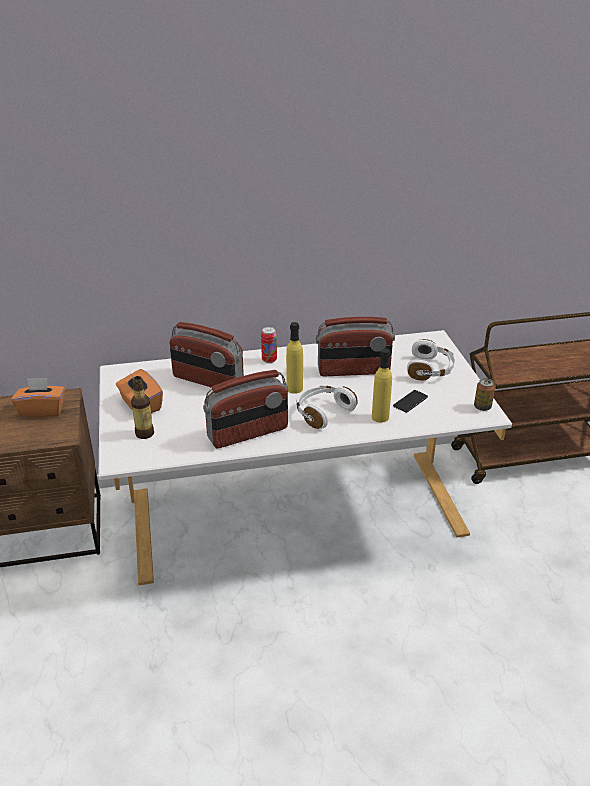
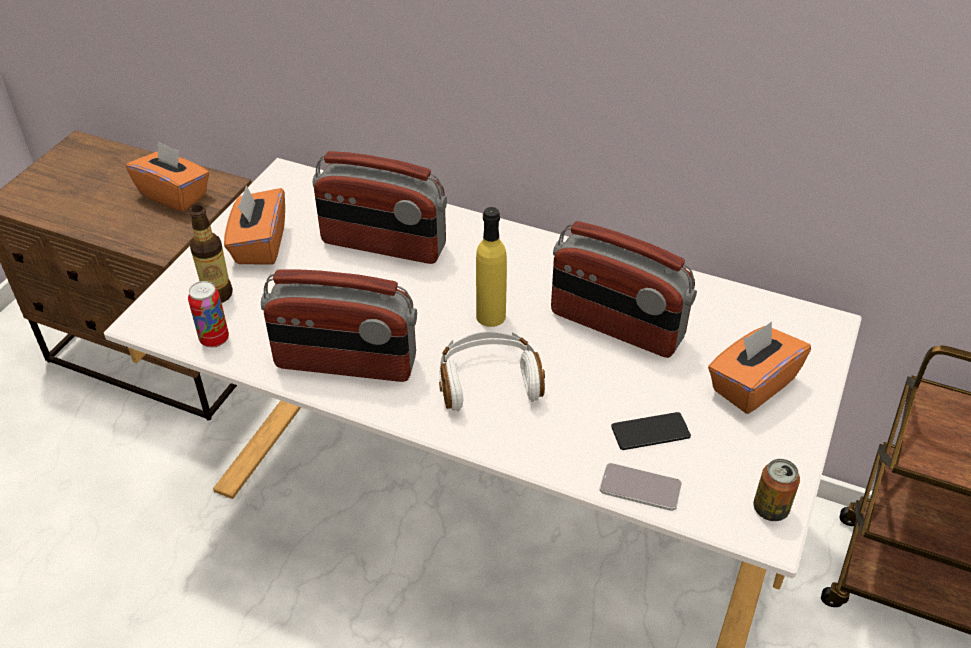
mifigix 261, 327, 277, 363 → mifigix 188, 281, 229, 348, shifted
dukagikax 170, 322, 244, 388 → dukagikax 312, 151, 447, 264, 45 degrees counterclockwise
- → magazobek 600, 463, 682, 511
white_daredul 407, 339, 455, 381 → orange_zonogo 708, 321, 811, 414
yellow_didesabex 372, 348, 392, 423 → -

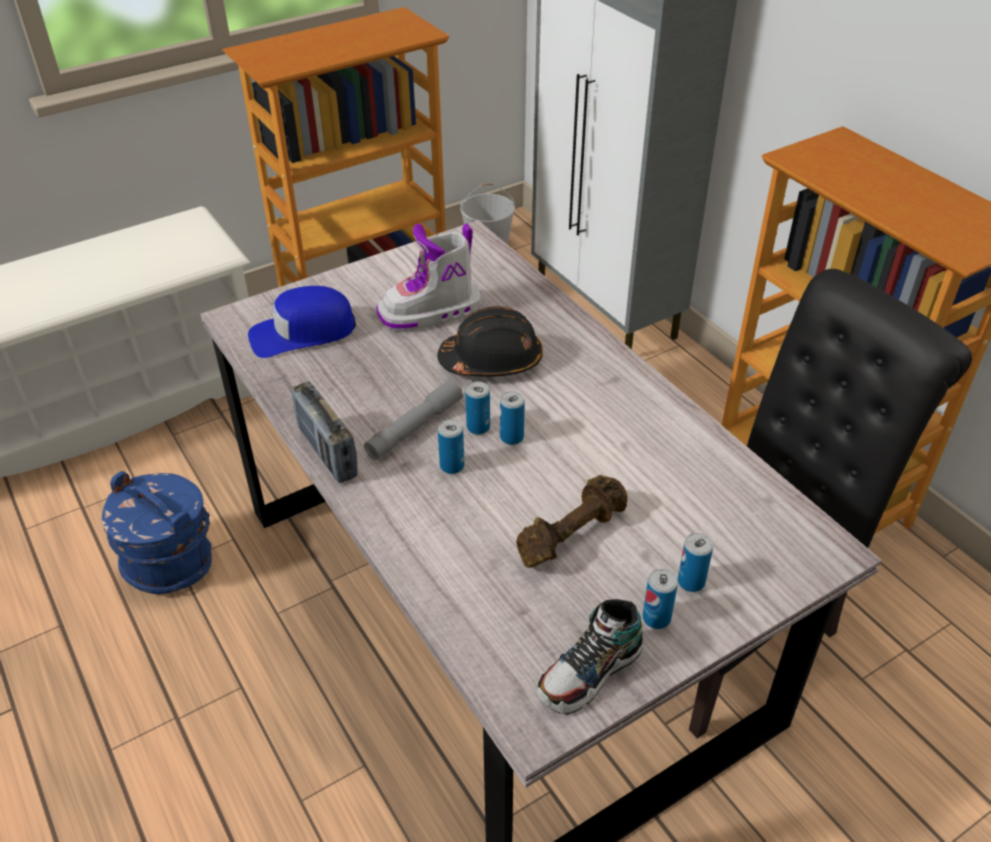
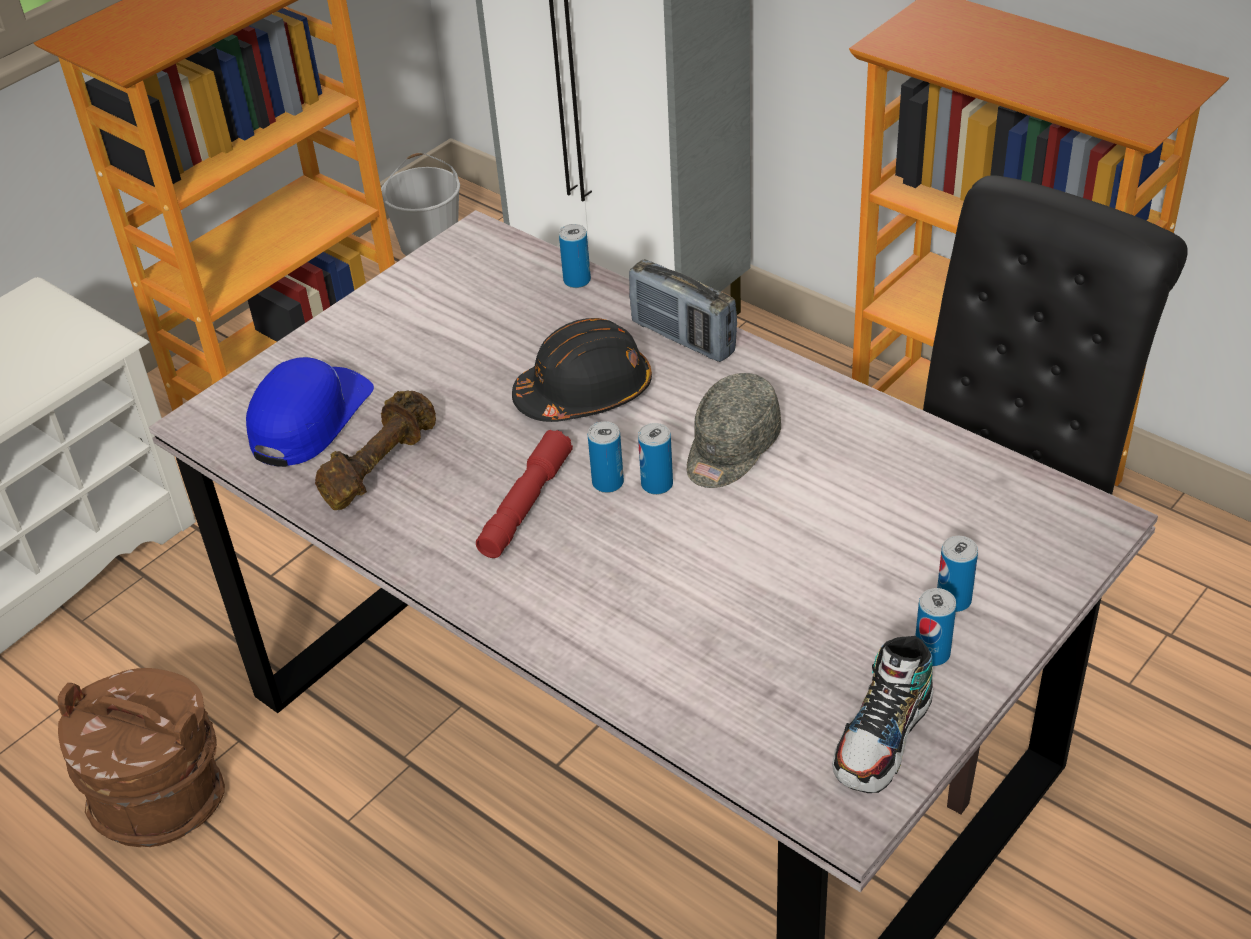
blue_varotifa 102, 471, 212, 594 → brown_varotifa 58, 668, 225, 847
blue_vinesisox 248, 286, 356, 358 → blue_vinesisox 246, 357, 374, 467, 150 degrees clockwise
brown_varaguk 516, 475, 627, 568 → brown_varaguk 315, 391, 436, 510, shifted
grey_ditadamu 364, 379, 463, 460 → red_ditadamu 476, 430, 573, 558
mifigix 438, 419, 464, 474 → mifigix 559, 224, 591, 288, shifted
dukagikax 291, 382, 358, 483 → dukagikax 629, 259, 737, 362, shifted
- → grey_vinesisox 687, 373, 781, 488
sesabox 376, 223, 482, 331 → -

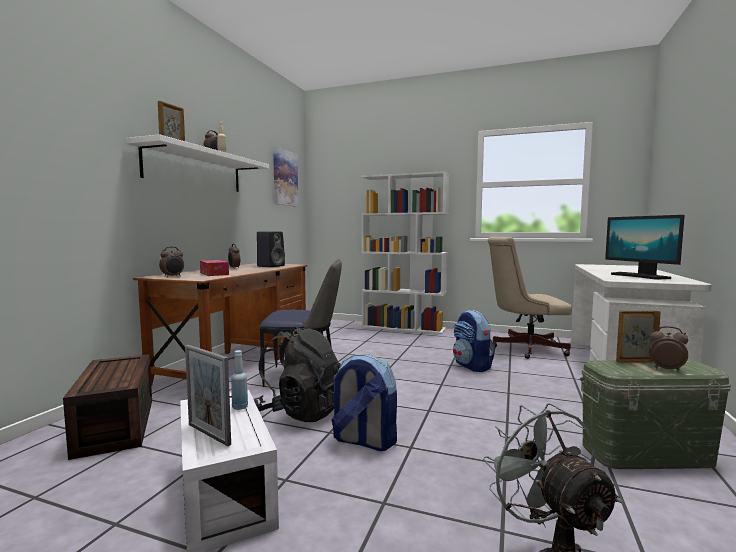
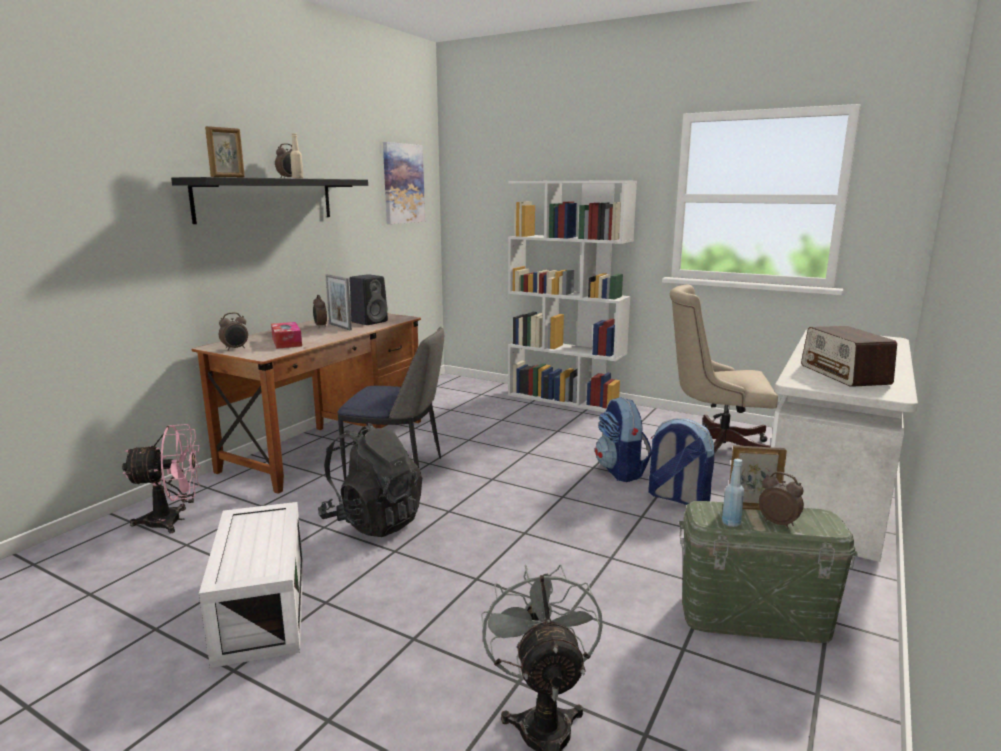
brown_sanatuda 63, 354, 152, 460 → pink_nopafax 122, 424, 201, 533
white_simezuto 126, 134, 269, 192 → black_simezuto 171, 177, 368, 224
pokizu 185, 345, 231, 446 → pokizu 325, 274, 352, 330, shifted
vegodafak 331, 354, 397, 451 → vegodafak 648, 419, 714, 505, shifted
blue_didesabex 231, 350, 248, 410 → blue_didesabex 722, 459, 744, 527, shifted
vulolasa 605, 215, 685, 280 → dukagikax 801, 326, 897, 387

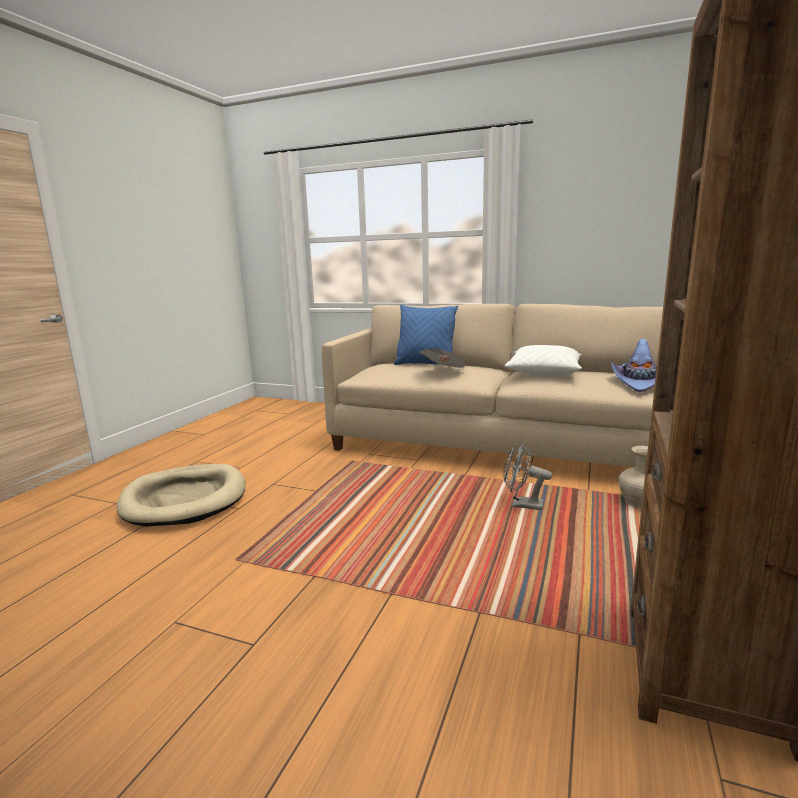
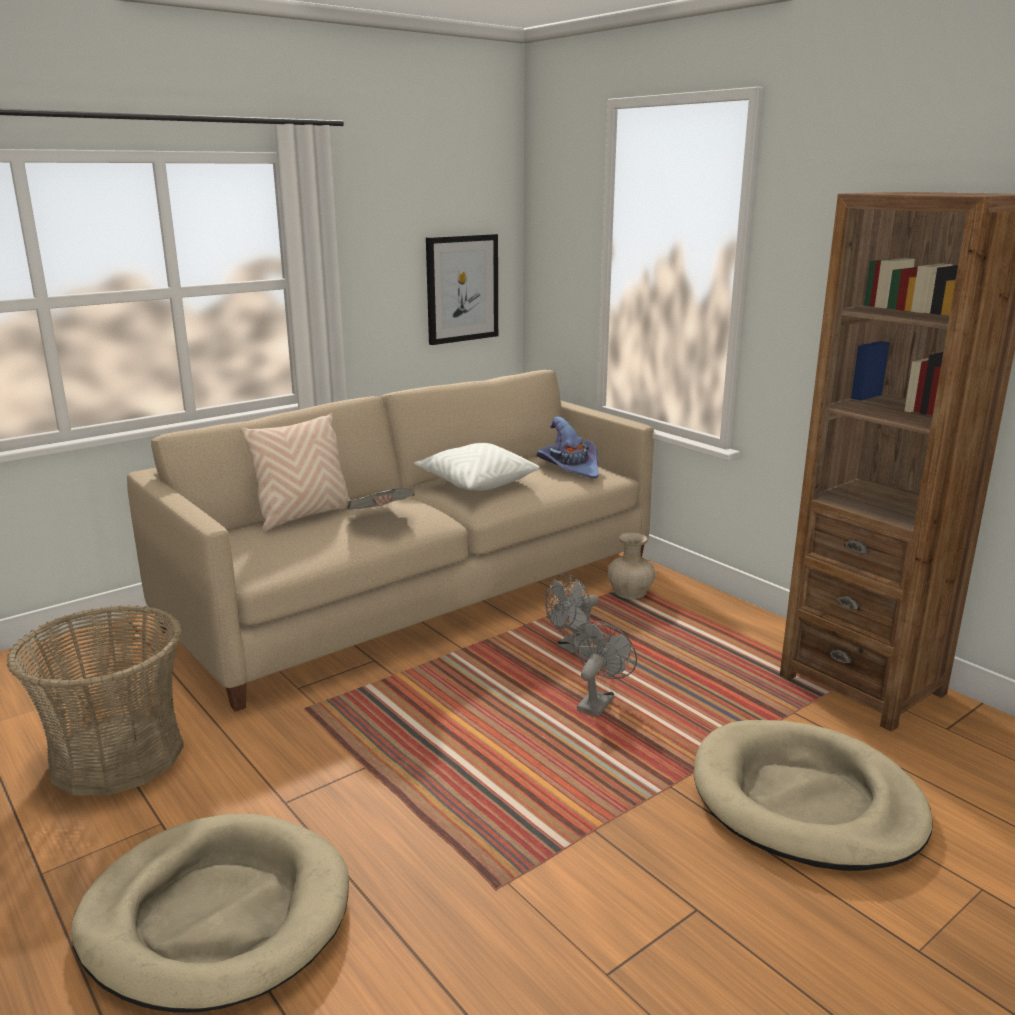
- → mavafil 7, 605, 184, 796
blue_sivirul 394, 304, 458, 365 → beige_sivirul 241, 413, 351, 531
- → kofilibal 426, 234, 498, 345
- → grey_nopafax 573, 621, 637, 717
- → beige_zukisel 694, 720, 933, 871

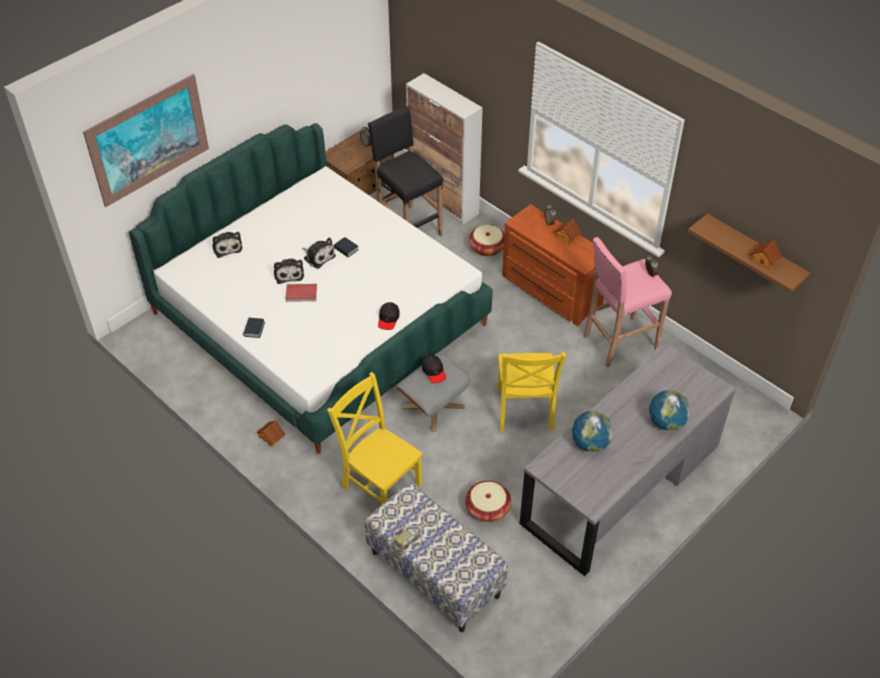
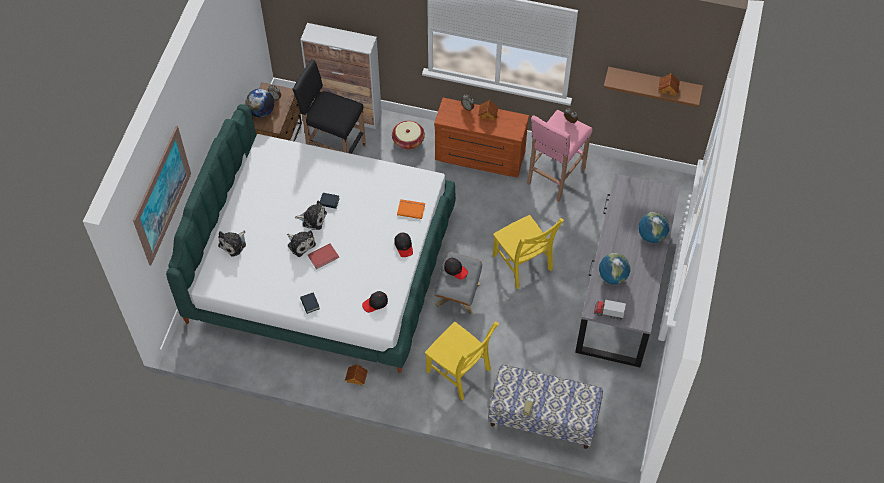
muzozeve 212, 232, 243, 258 → muzozeve 218, 231, 246, 257, 90 degrees clockwise
- → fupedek 245, 89, 274, 117
- → black_vinesisox 362, 291, 388, 313
- → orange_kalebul 397, 199, 425, 219
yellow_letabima 327, 372, 423, 505 → yellow_letabima 425, 321, 499, 400, 150 degrees counterclockwise
- → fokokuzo 594, 300, 626, 320
mavafil 465, 481, 511, 522 → -

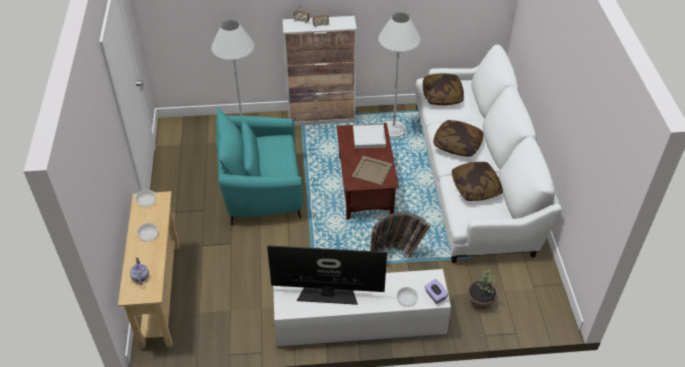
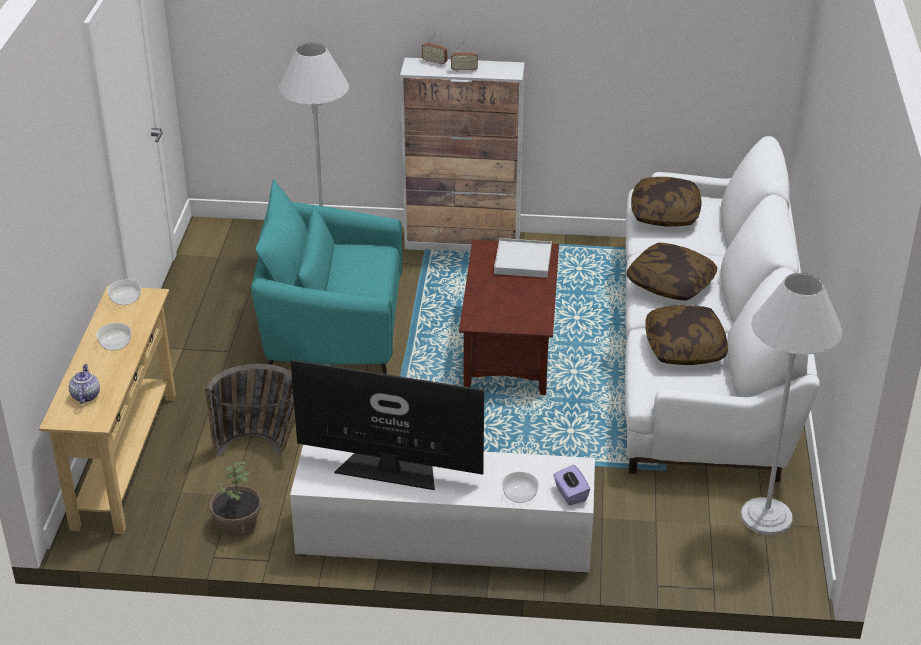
mavafil 370, 212, 430, 258 → mavafil 205, 364, 295, 457, shifted
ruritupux 468, 269, 497, 310 → ruritupux 210, 461, 262, 537, shifted
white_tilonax 378, 12, 421, 137 → white_tilonax 741, 273, 842, 535, shifted
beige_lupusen 352, 156, 393, 186 → -

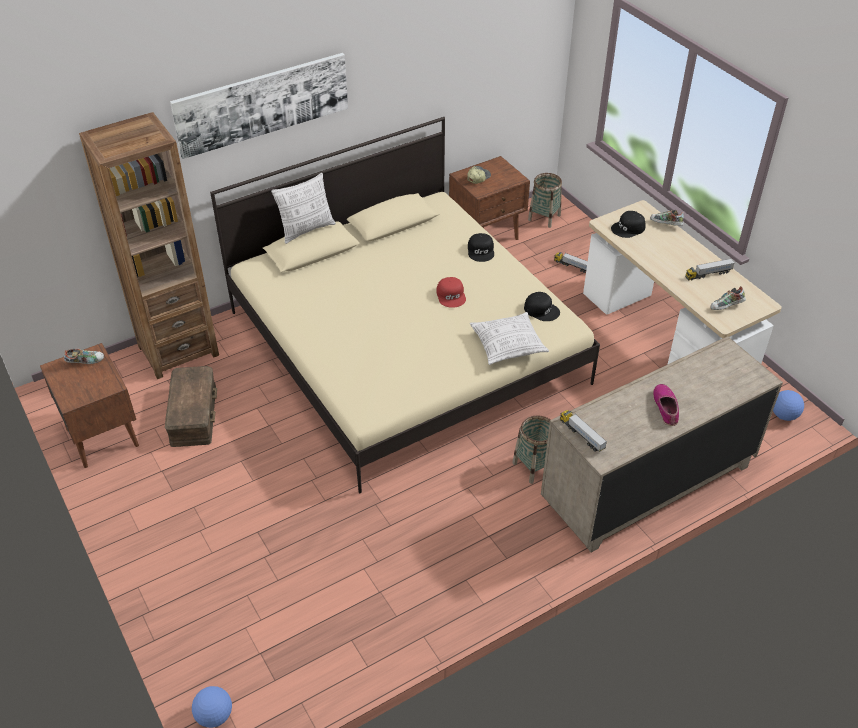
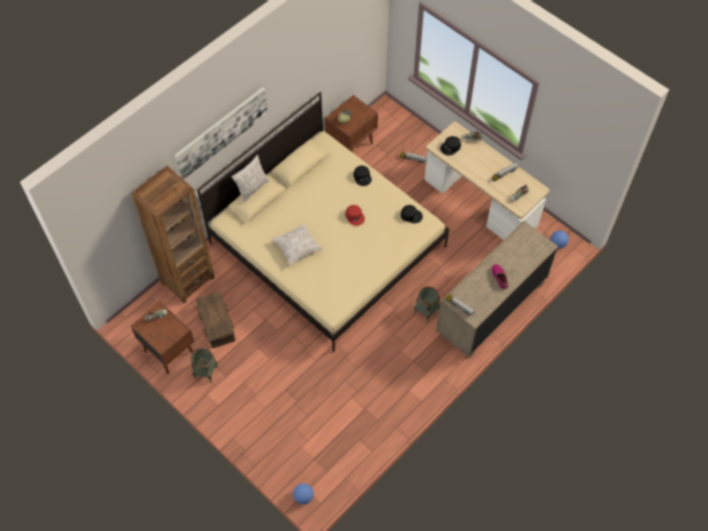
mavafil 528, 173, 562, 228 → mavafil 191, 348, 218, 383, shifted
sivirul 470, 312, 549, 365 → sivirul 272, 223, 323, 266, shifted

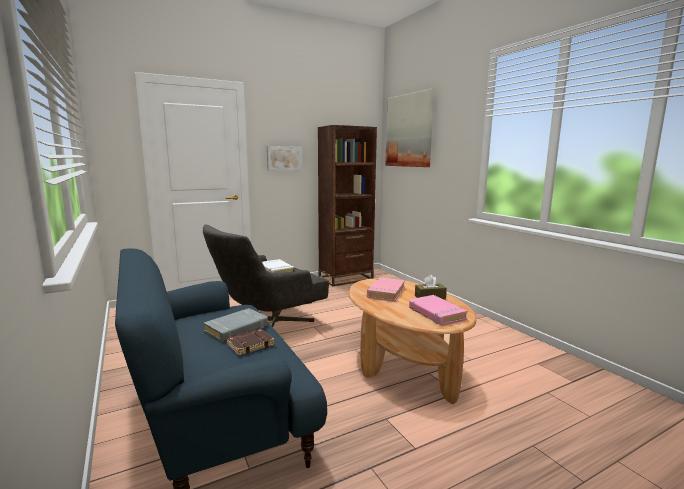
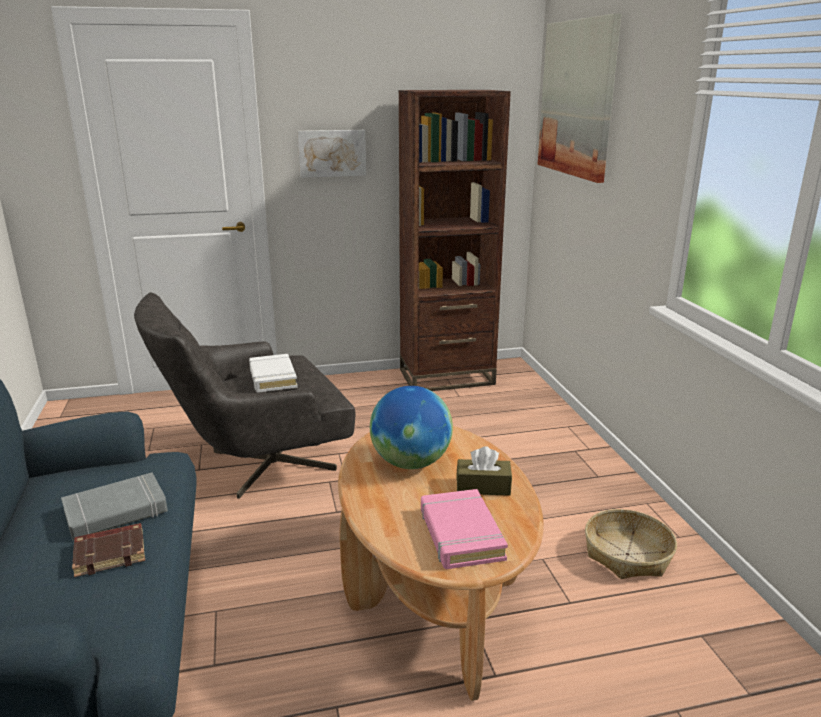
pink_kalebul 367, 278, 405, 302 → fupedek 370, 386, 453, 469
- → mavafil 585, 509, 677, 579

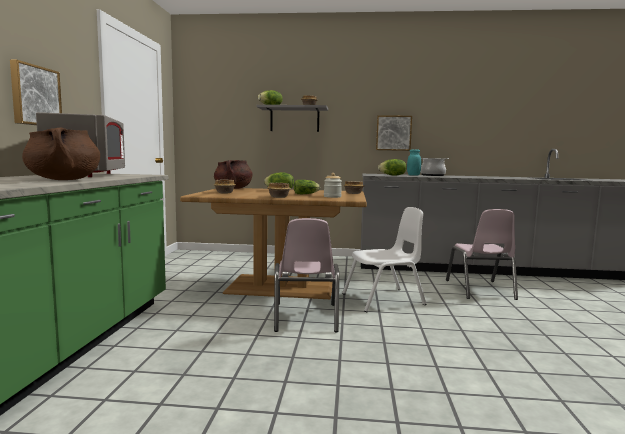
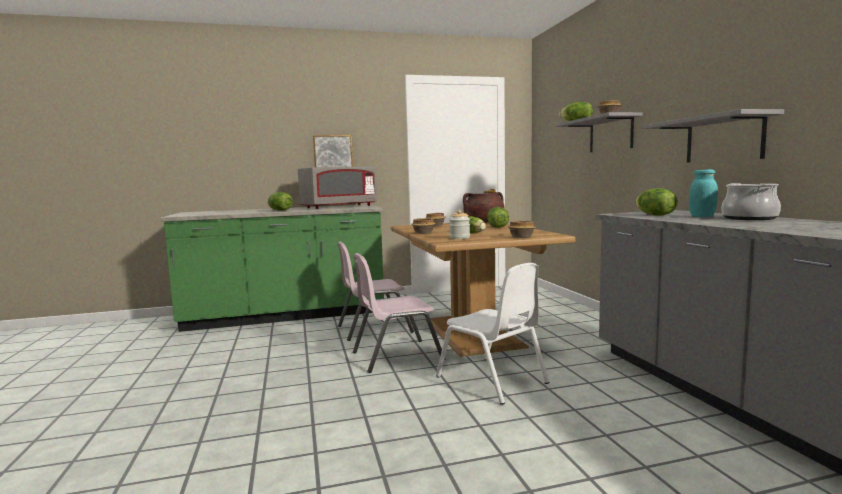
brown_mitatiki 22, 127, 100, 180 → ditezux 267, 192, 293, 211
pink_letabima 446, 209, 518, 300 → pink_letabima 337, 242, 414, 341, shifted
kofilibal 376, 115, 412, 151 → grey_simezuto 642, 109, 784, 163

